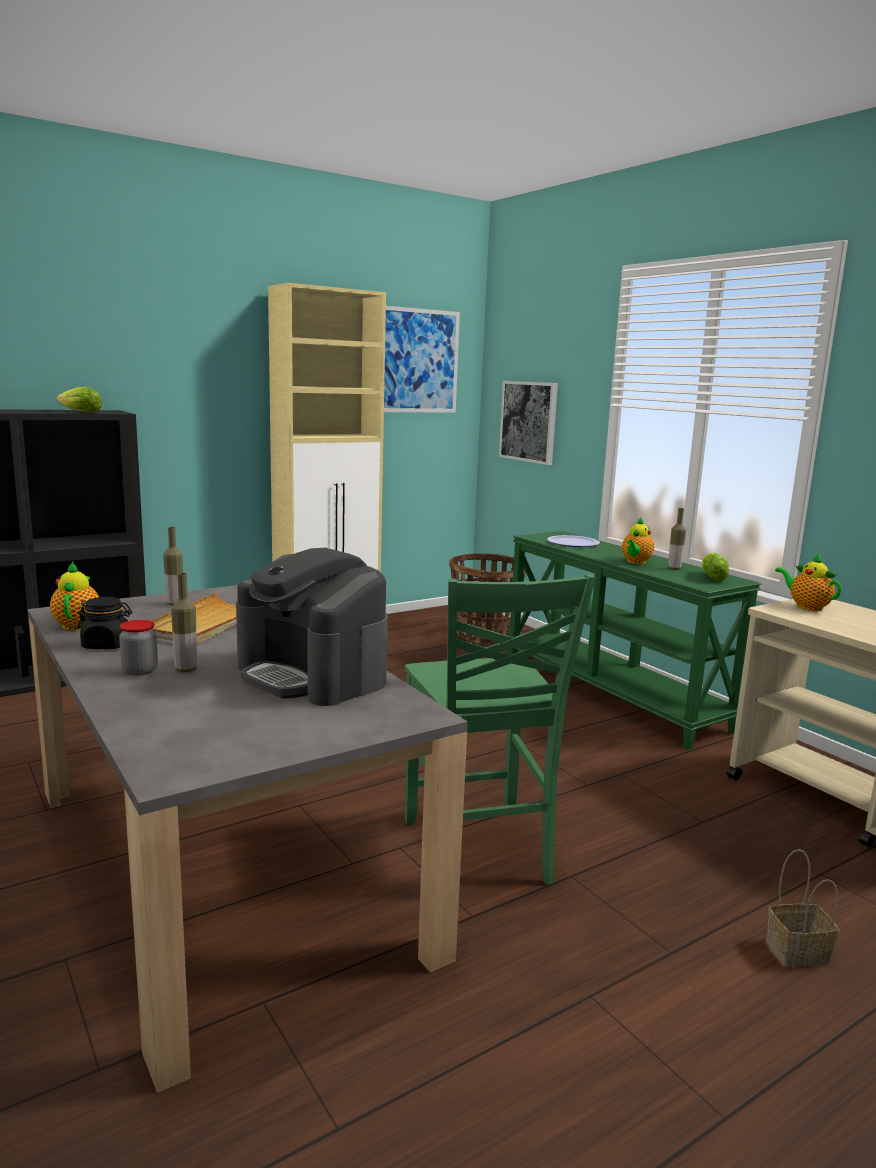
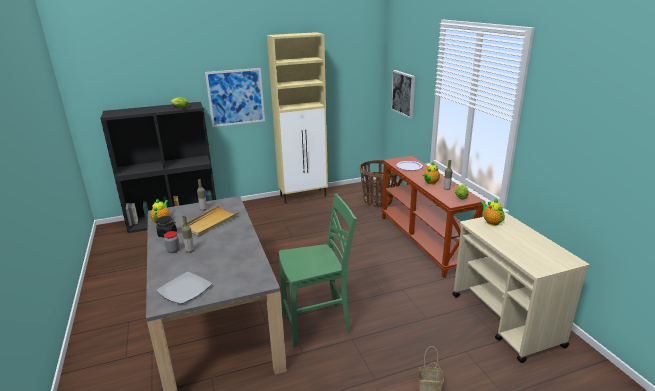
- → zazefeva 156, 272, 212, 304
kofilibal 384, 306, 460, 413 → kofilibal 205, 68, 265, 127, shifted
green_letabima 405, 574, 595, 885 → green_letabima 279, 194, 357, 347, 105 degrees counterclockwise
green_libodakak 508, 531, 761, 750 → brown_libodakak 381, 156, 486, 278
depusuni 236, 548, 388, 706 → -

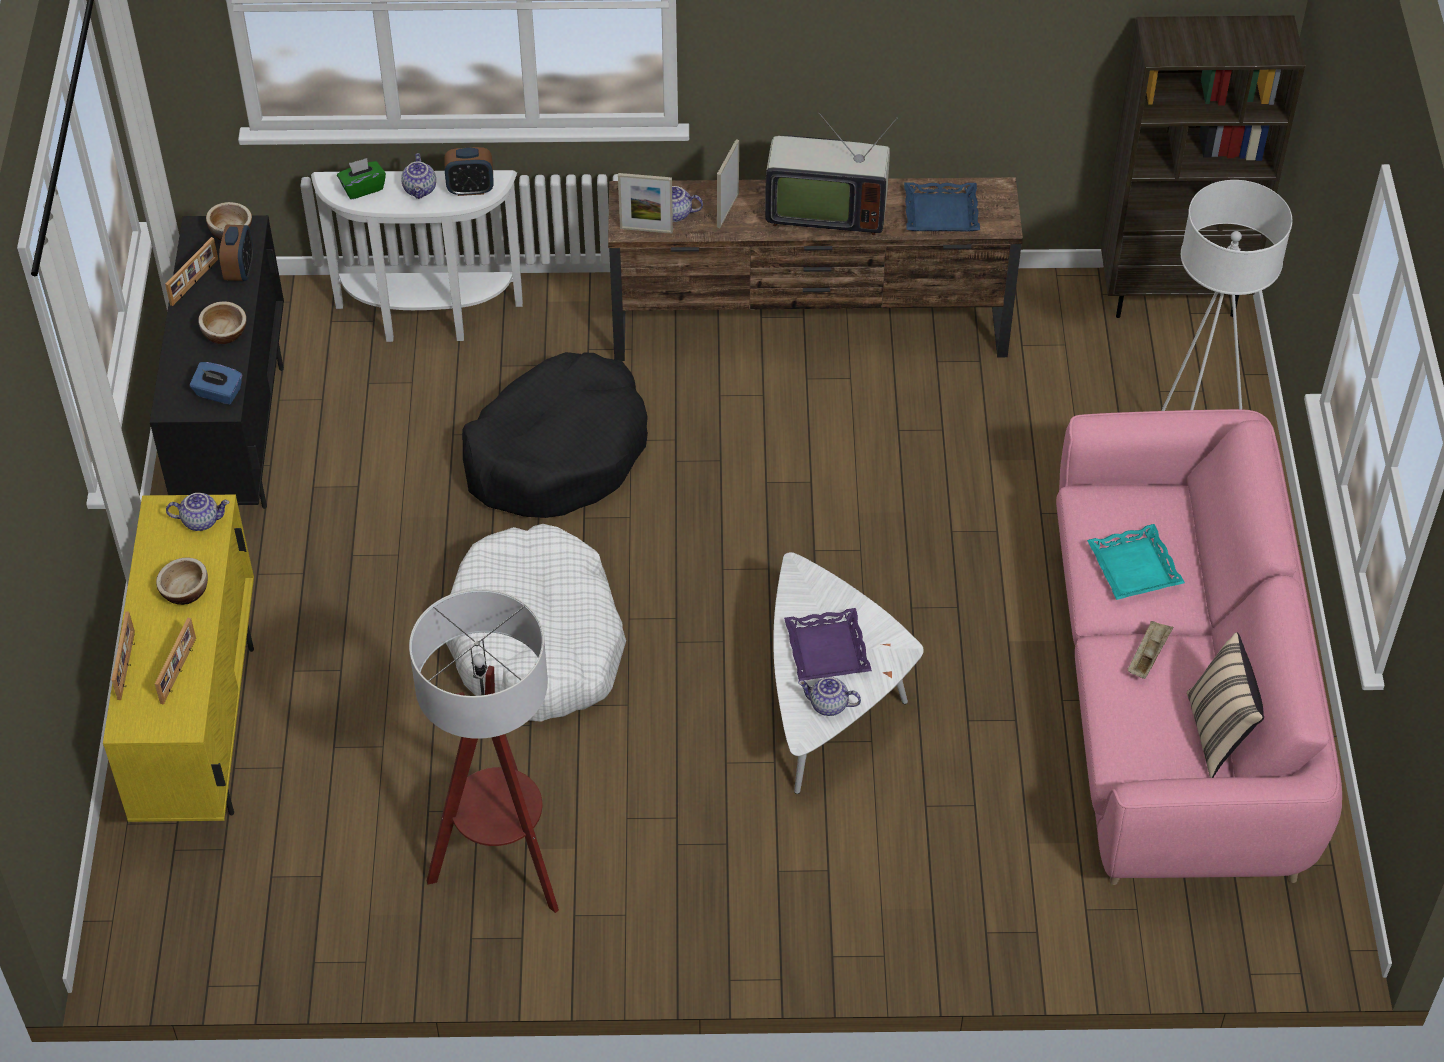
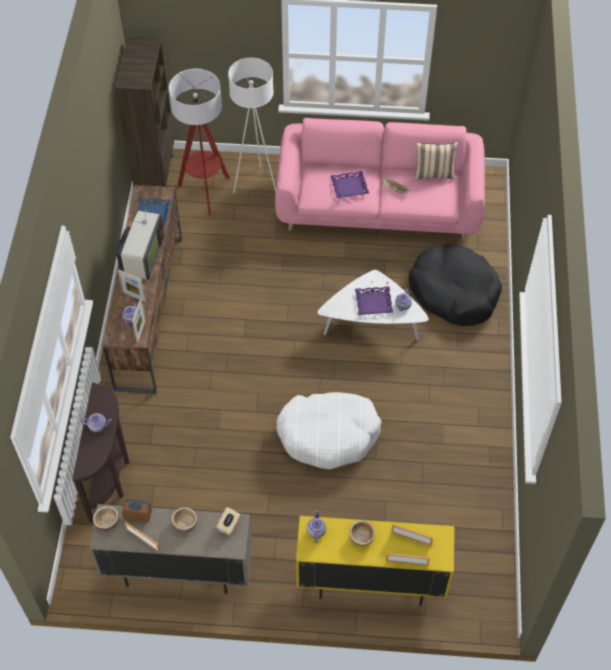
white_libodakak 311, 170, 523, 342 → brown_libodakak 73, 383, 129, 523
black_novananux 150, 215, 284, 509 → beige_novananux 89, 504, 252, 594
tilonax 409, 589, 559, 913 → tilonax 169, 69, 230, 216, shifted
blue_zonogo 190, 362, 242, 405 → beige_zonogo 216, 507, 240, 535
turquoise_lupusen 1087, 524, 1185, 600 → purple_lupusen 331, 171, 369, 198
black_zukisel 462, 352, 648, 518 → black_zukisel 409, 244, 502, 326, shifted
green_zonogo 337, 158, 386, 200 → -
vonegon 444, 147, 494, 196 → -

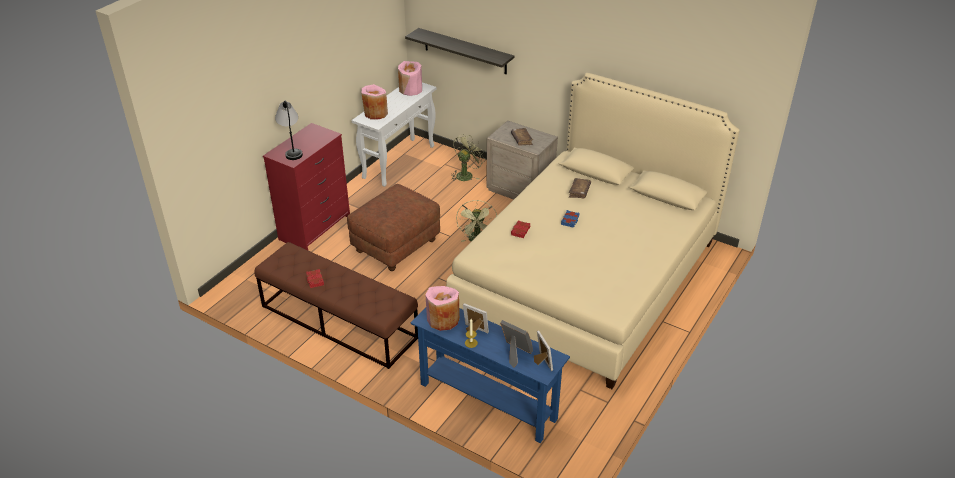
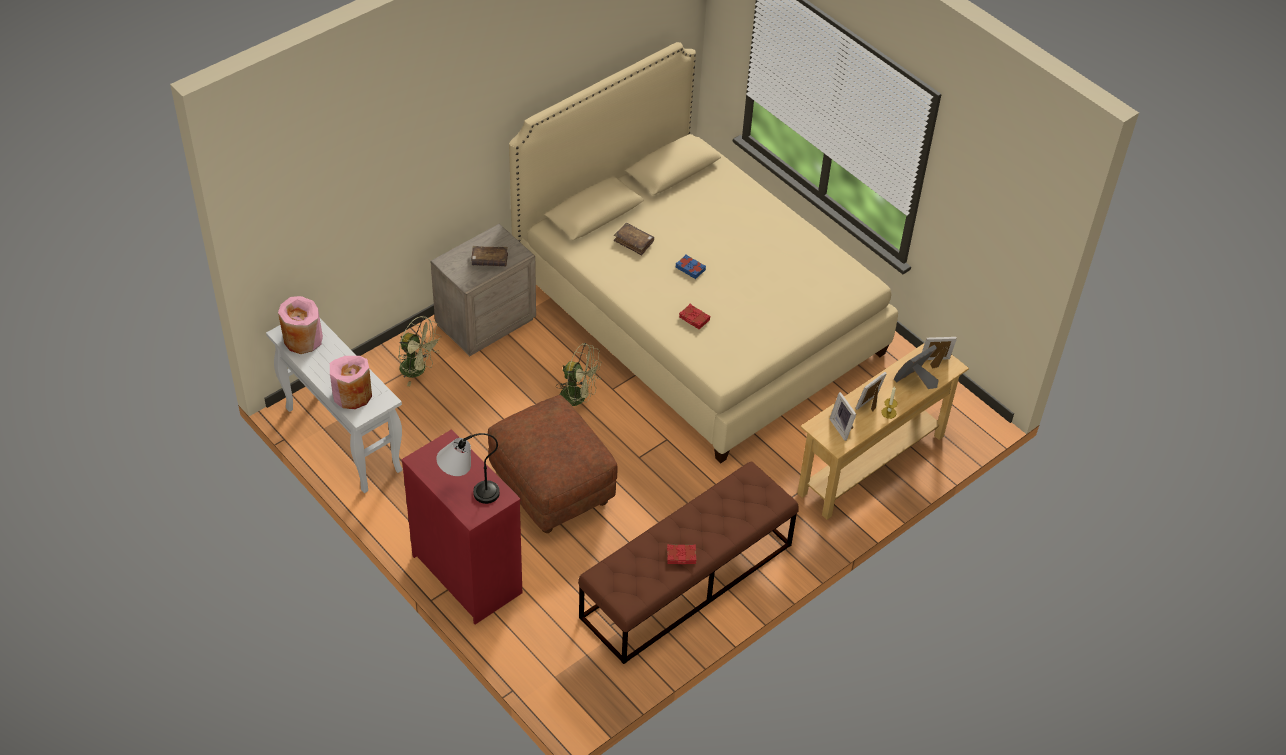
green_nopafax 451, 134, 486, 181 → green_nopafax 398, 316, 442, 386, 150 degrees clockwise
blue_libodakak 411, 308, 570, 443 → beige_libodakak 797, 343, 969, 520
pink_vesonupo 425, 286, 460, 331 → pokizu 830, 392, 856, 441
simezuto 405, 28, 515, 74 → -

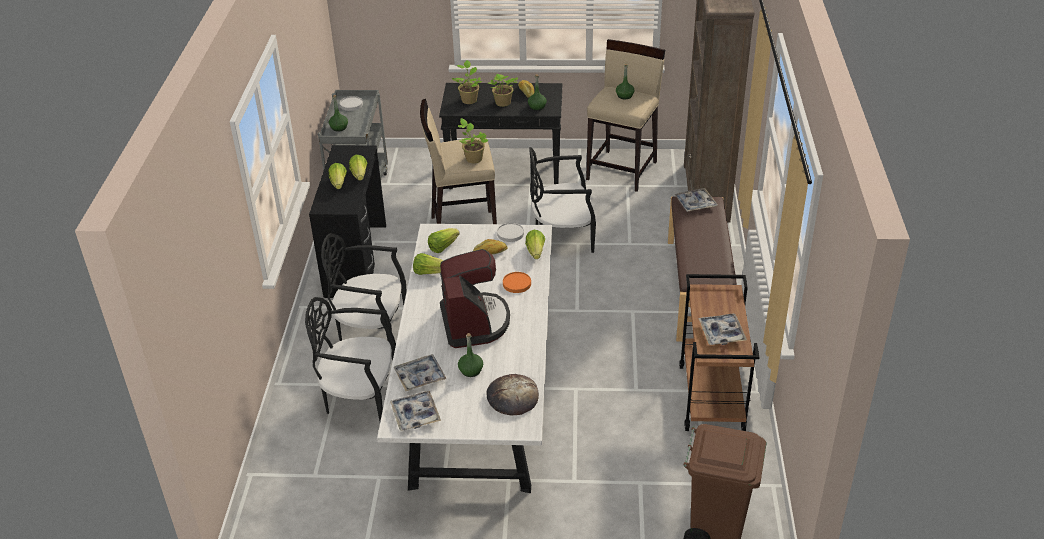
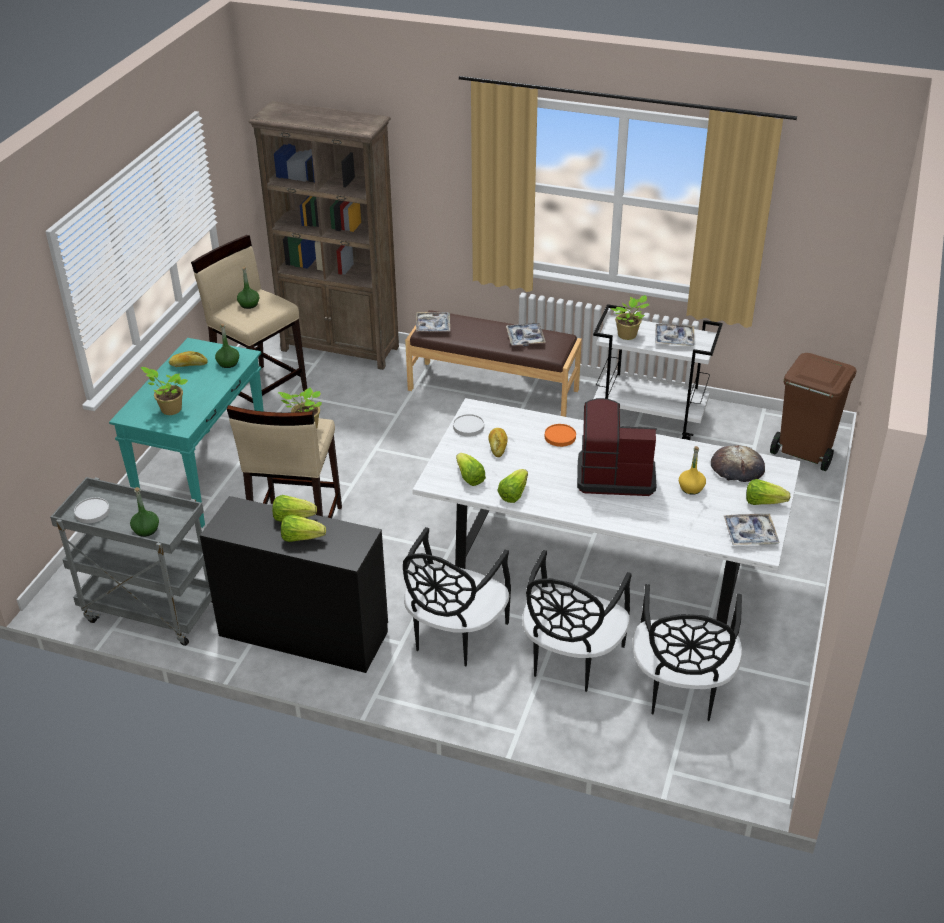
black_libodakak 439, 83, 562, 190 → turquoise_libodakak 109, 338, 264, 528
lupusen 394, 354, 446, 391 → lupusen 506, 322, 546, 346, shifted
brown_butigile 679, 274, 759, 431 → white_butigile 593, 304, 723, 440
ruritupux 488, 74, 518, 107 → ruritupux 610, 295, 649, 340, shifted
black_letabima 529, 147, 596, 253 → black_letabima 632, 584, 742, 721, shifted
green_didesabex 458, 333, 483, 377 → yellow_didesabex 679, 446, 706, 495
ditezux 525, 230, 545, 259 → ditezux 746, 479, 790, 505, shifted

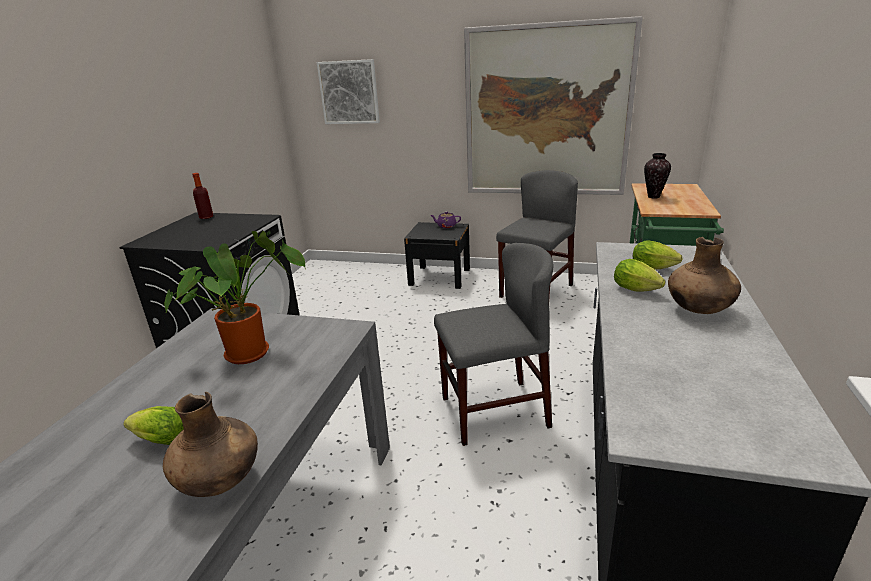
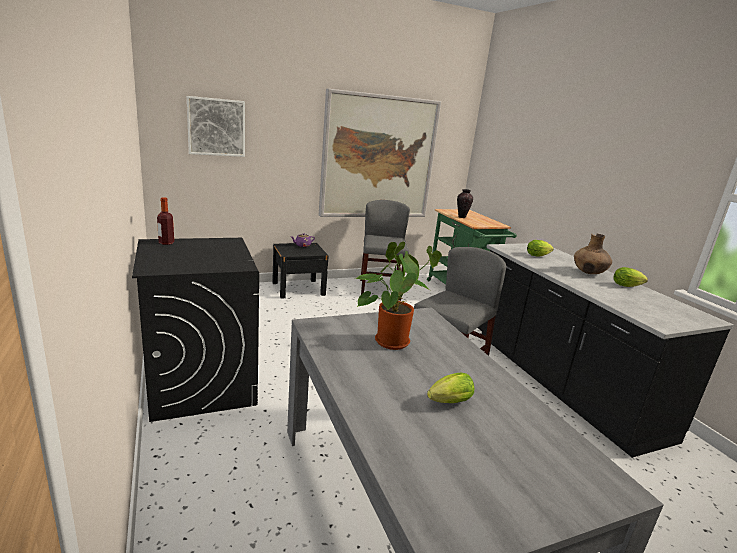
ditezux 614, 259, 665, 292 → ditezux 614, 267, 648, 287, shifted
brown_vesonupo 163, 392, 258, 497 → -

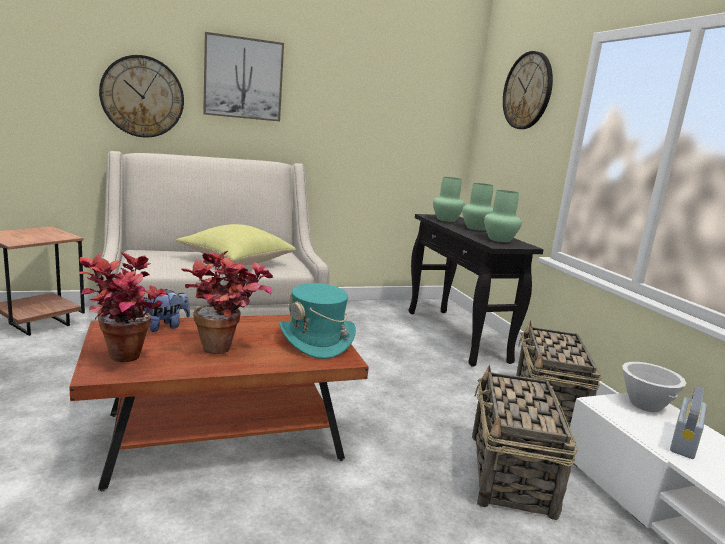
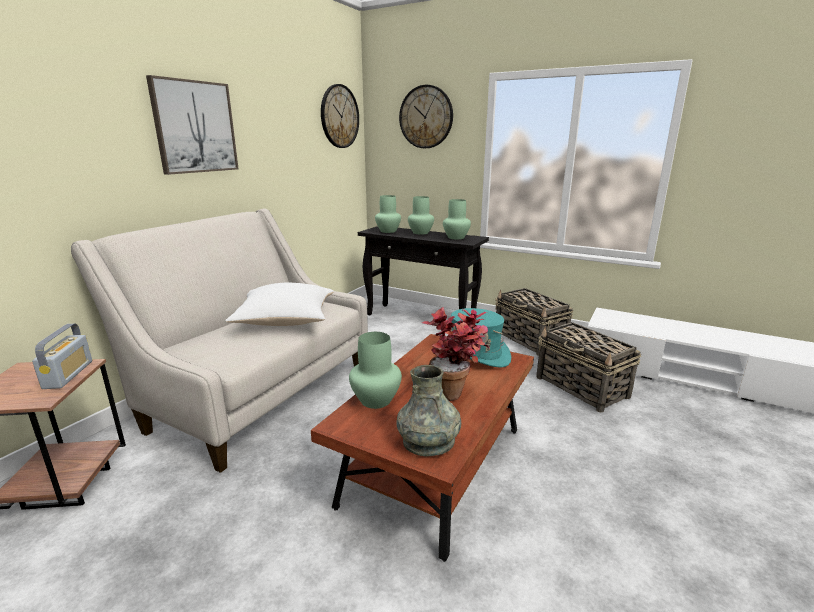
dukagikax 670, 386, 707, 459 → dukagikax 32, 324, 92, 389, shifted
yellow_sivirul 176, 224, 296, 265 → white_sivirul 225, 283, 334, 326
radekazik 99, 55, 184, 137 → radekazik 321, 84, 359, 148, shifted
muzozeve 143, 289, 190, 332 → green_vesonupo 349, 332, 402, 409
ruritupux 78, 252, 166, 362 → grey_vesonupo 396, 365, 461, 456
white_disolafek 622, 362, 686, 412 → -

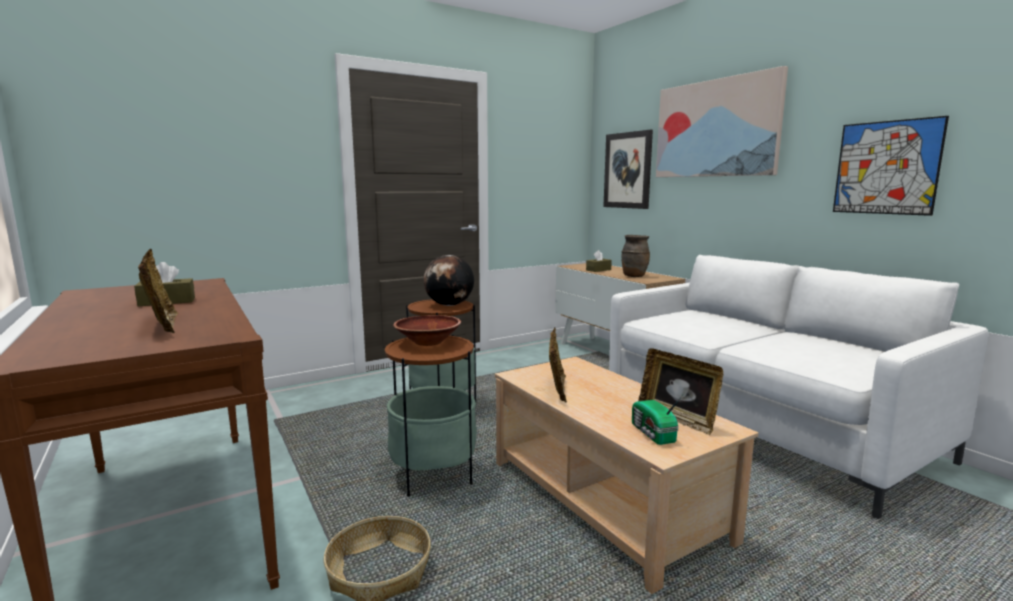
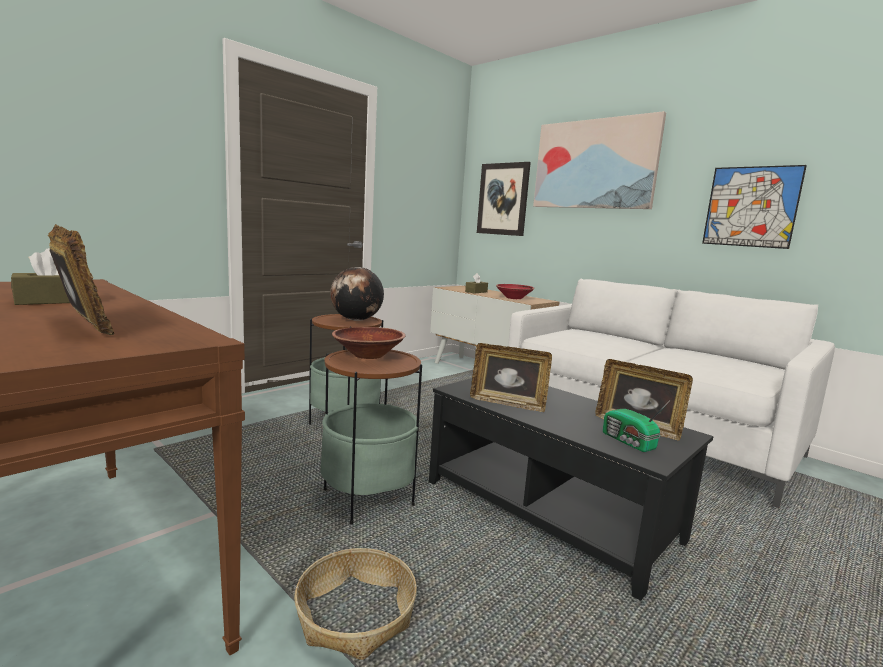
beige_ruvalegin 495, 357, 759, 594 → black_ruvalegin 429, 378, 714, 601
pokizu 549, 327, 567, 403 → pokizu 470, 343, 552, 412, 120 degrees clockwise
brown_vesonupo 621, 235, 650, 277 → red_disolafek 496, 284, 535, 299

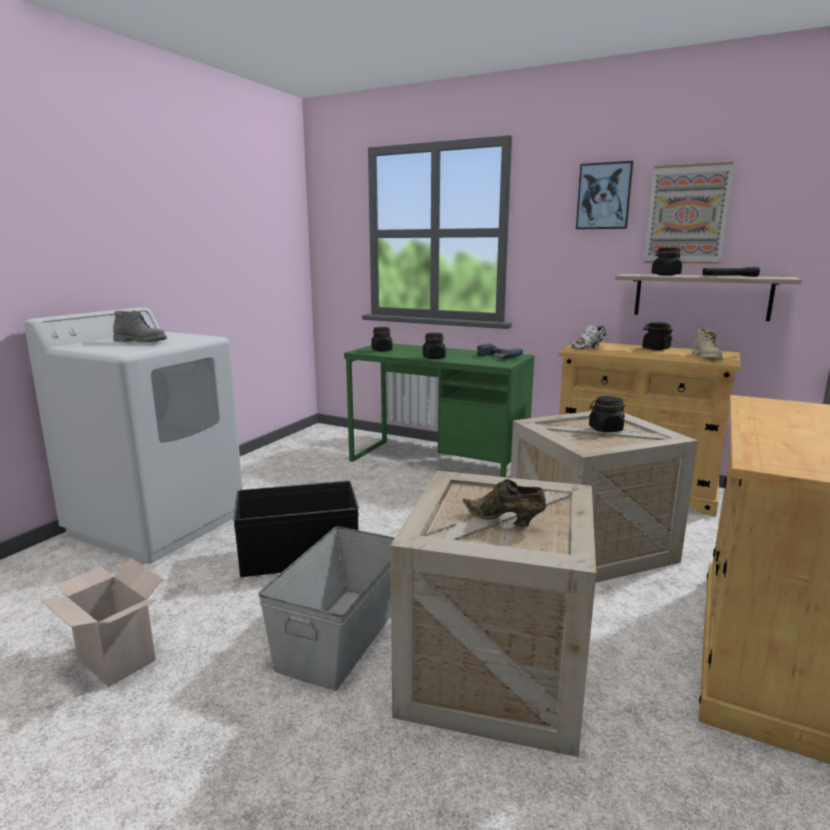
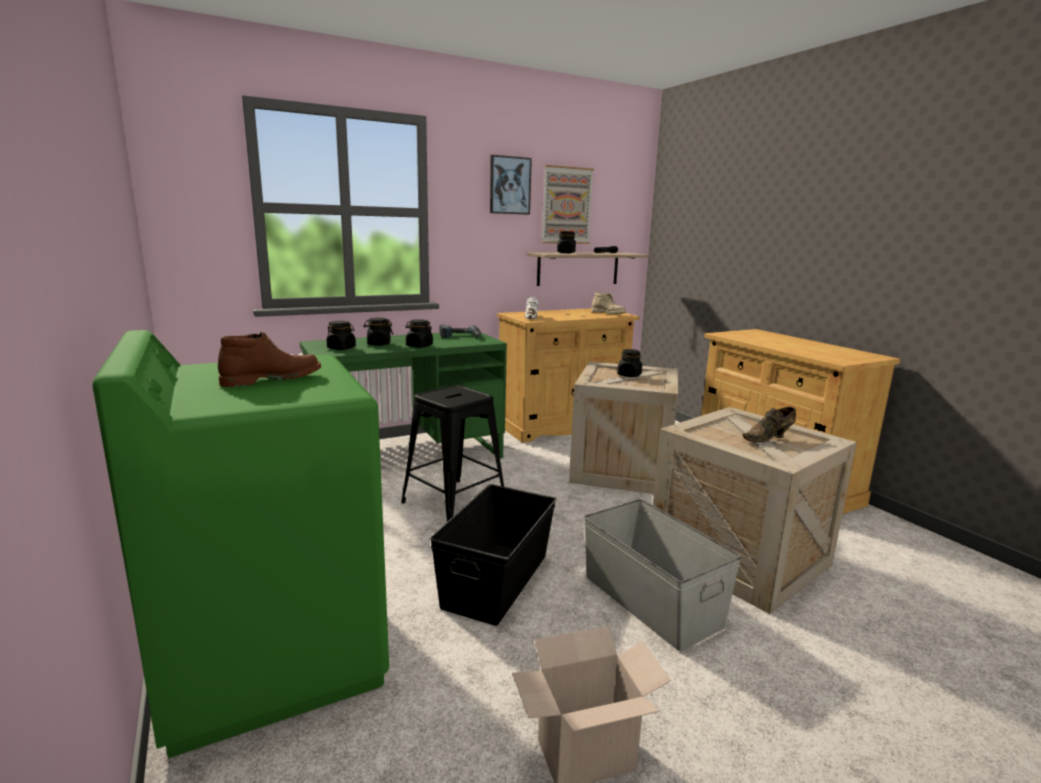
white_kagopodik 24, 307, 243, 564 → green_kagopodik 92, 330, 389, 758
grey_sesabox 113, 310, 167, 342 → brown_sesabox 218, 332, 321, 387
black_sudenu 643, 322, 673, 350 → black_sudenu 363, 318, 393, 346, shifted
- → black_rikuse 401, 385, 504, 522

